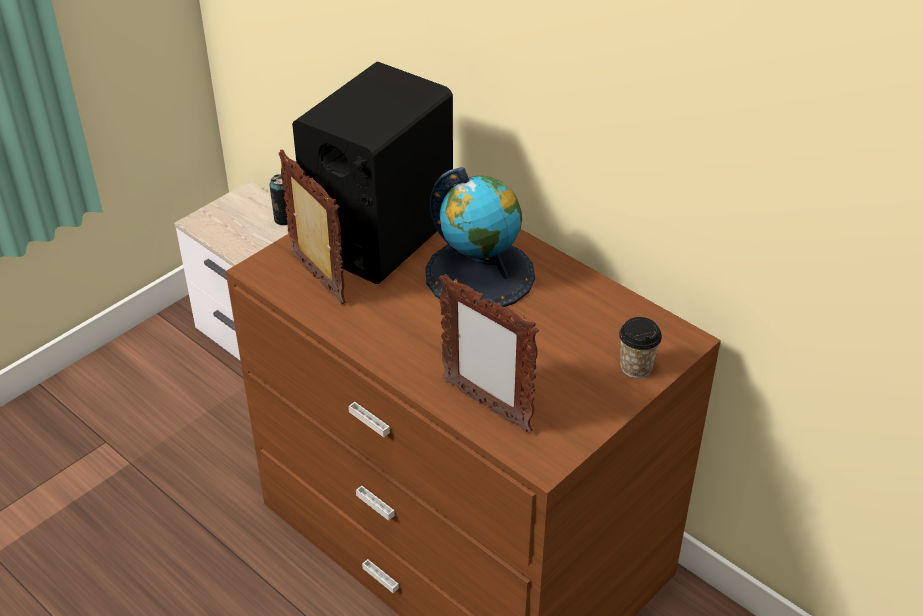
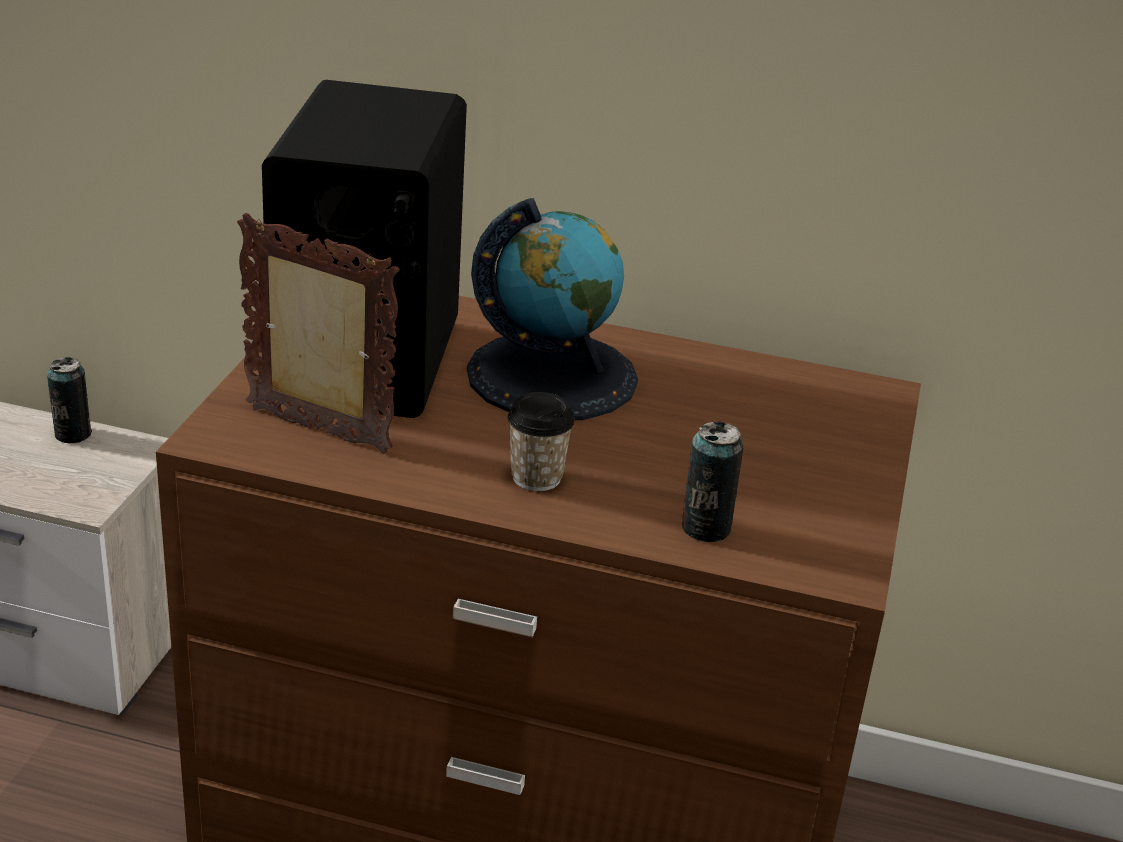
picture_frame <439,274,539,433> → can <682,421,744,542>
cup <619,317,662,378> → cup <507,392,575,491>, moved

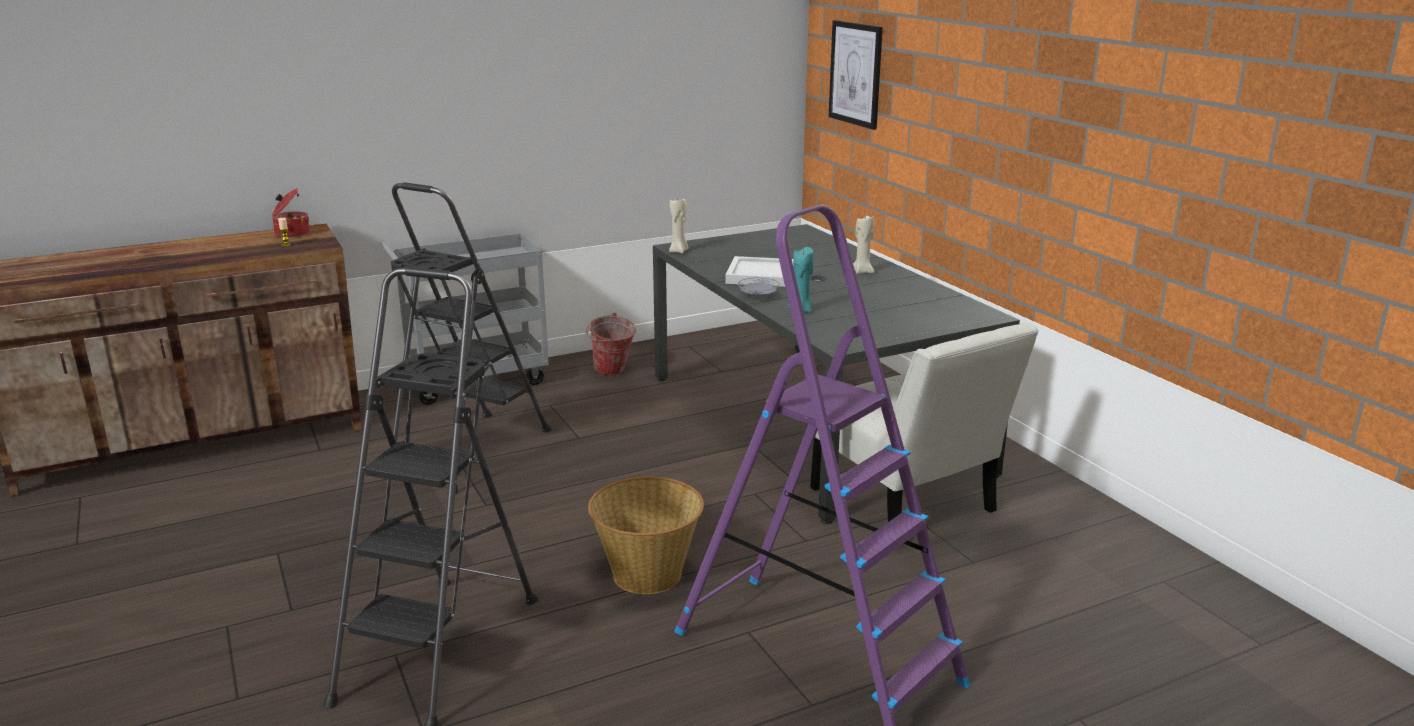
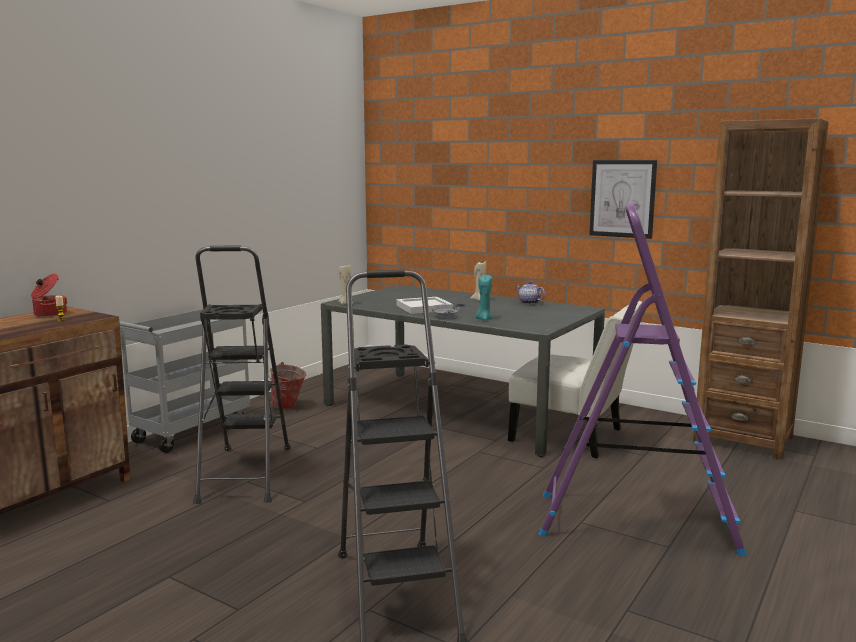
picture <829,20,883,130> → picture <589,160,657,239>, moved
basket <588,477,704,594> → -
- → brown_bookcase <693,118,829,460>
- → teapot <516,281,545,304>

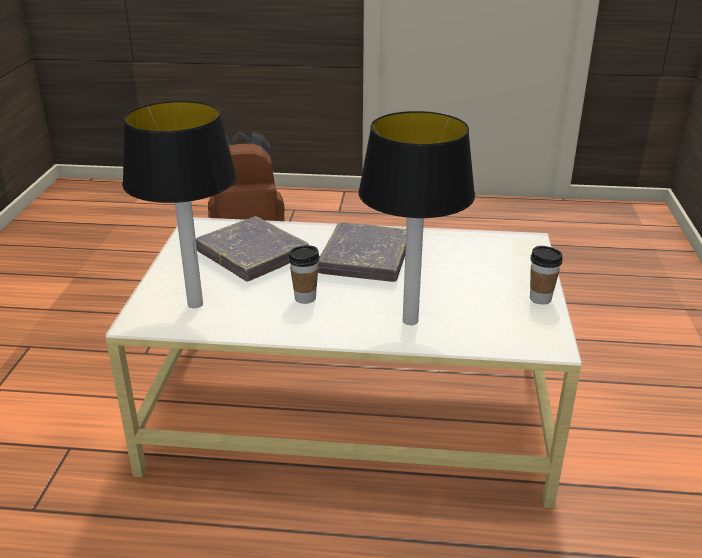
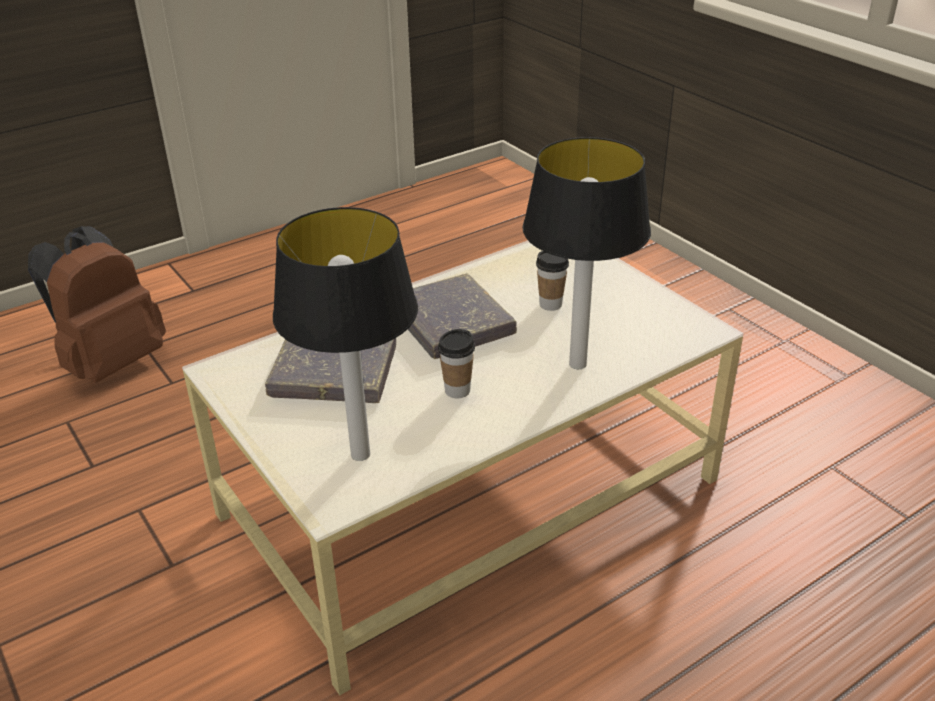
cup <530,246,563,305> → cup <536,251,569,311>, moved

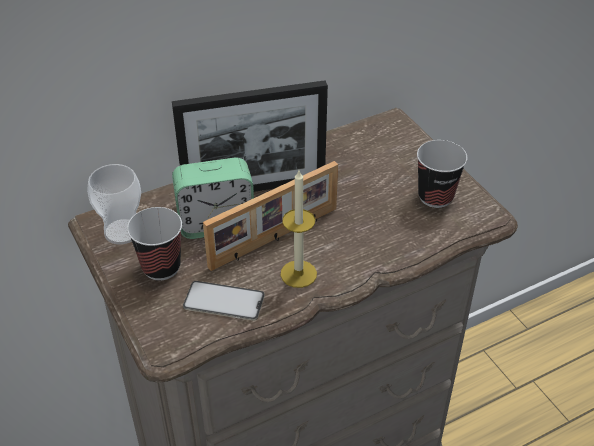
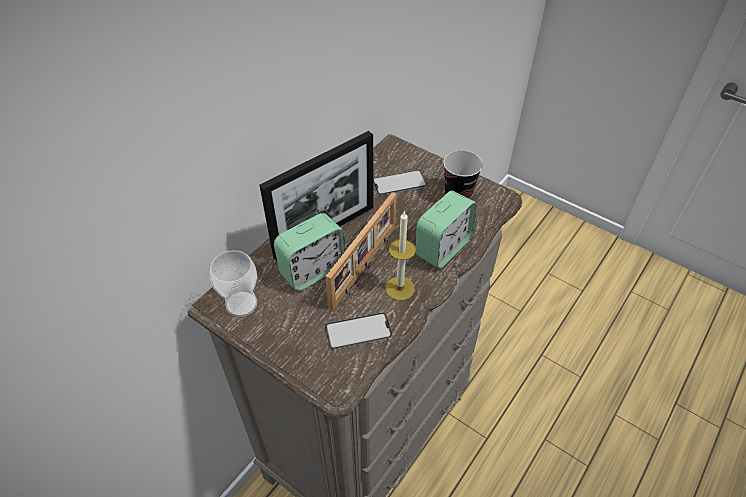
cup <127,207,182,281> → -
- → phone <373,170,427,196>
- → alarm_clock <416,191,477,269>

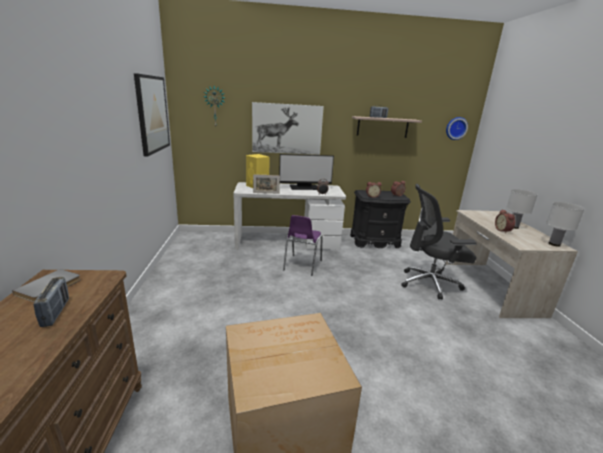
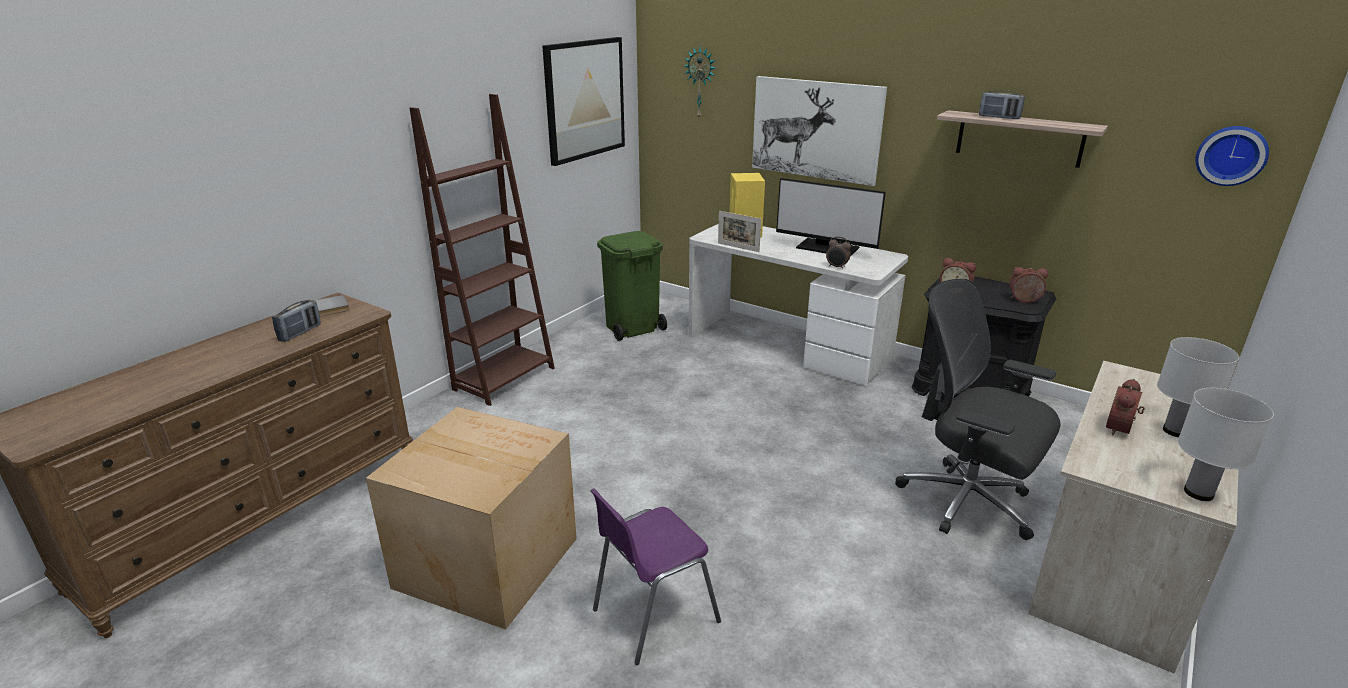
purple_chair <283,215,323,276> → purple_chair <590,488,721,665>, moved
- → brown_bookcase <410,94,555,406>
- → green_trash_can <597,231,667,341>

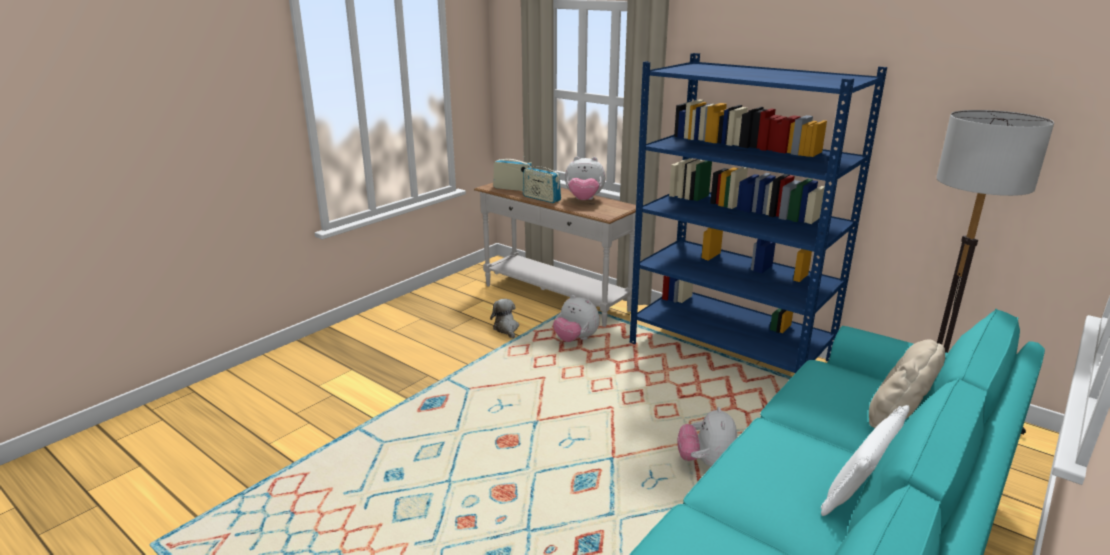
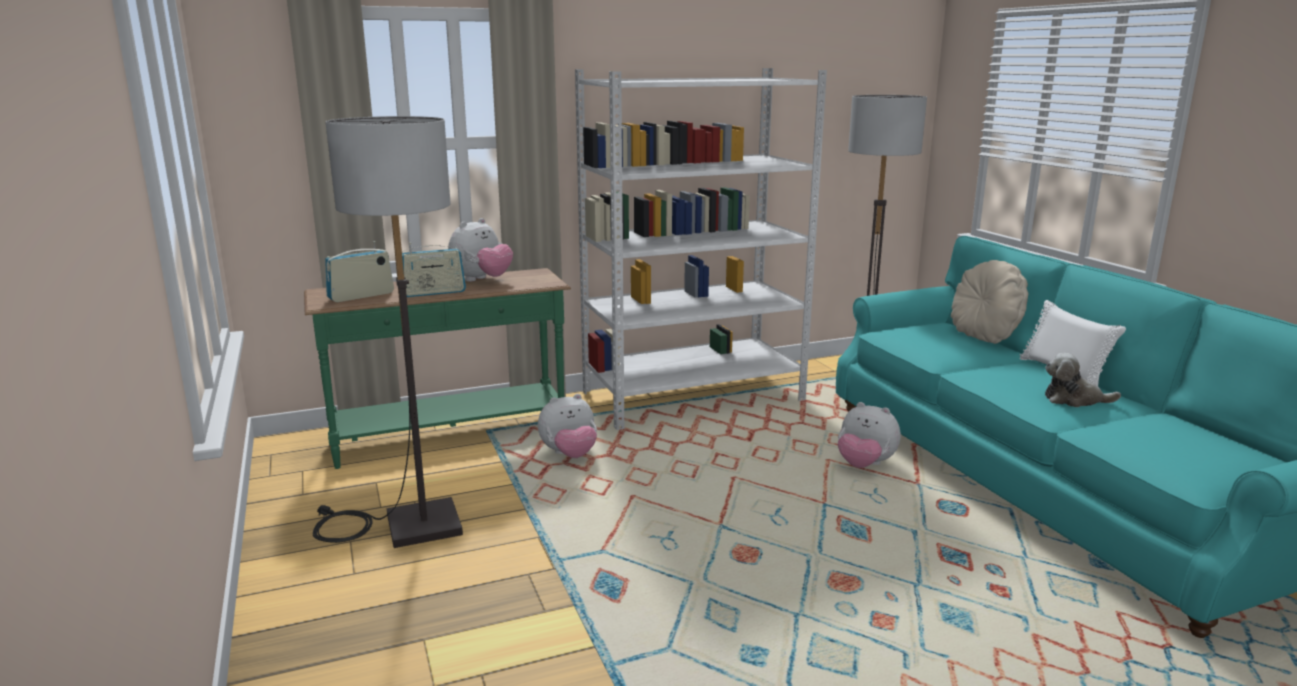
blue_bookcase <630,53,887,373> → white_bookcase <575,68,827,430>
white_console_table <474,183,639,327> → green_console_table <304,268,571,469>
plush_toy <490,299,519,338> → plush_toy <1045,353,1121,407>, moved
- → floor_lamp <313,116,463,548>

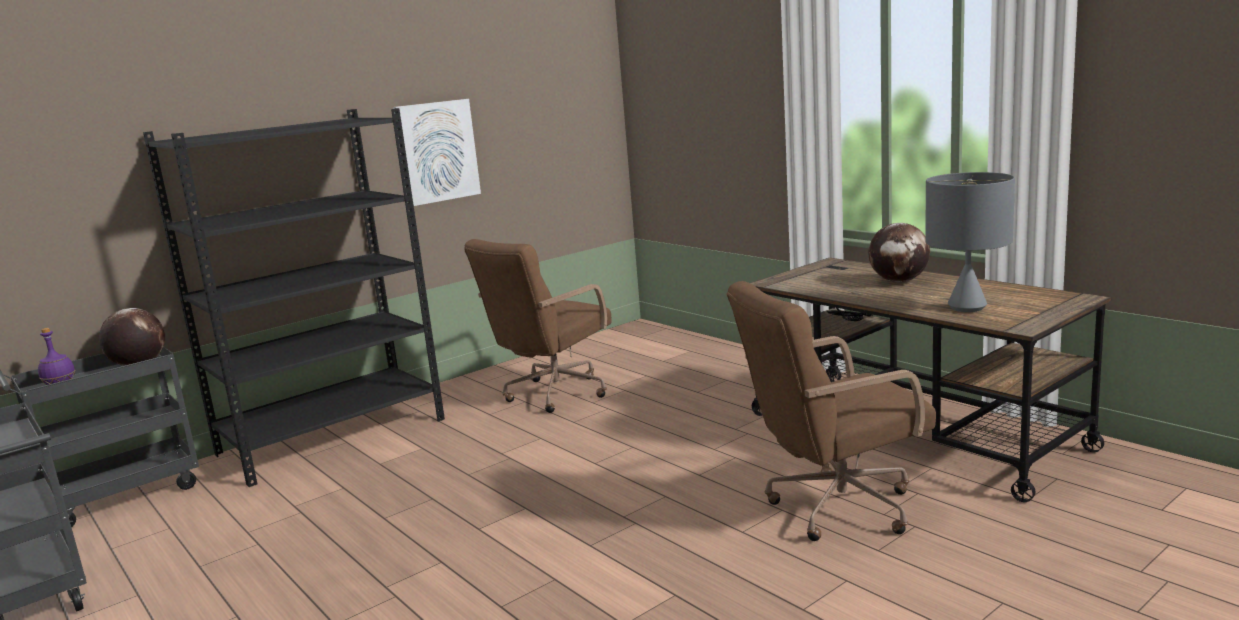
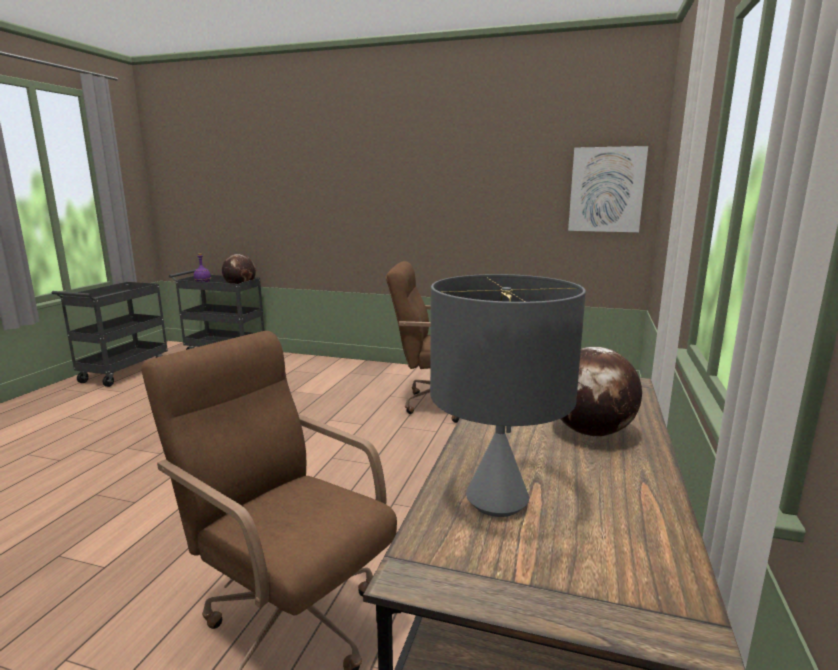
picture <393,99,481,206> → picture <568,146,648,232>, moved
black_bookcase <143,108,445,487> → -

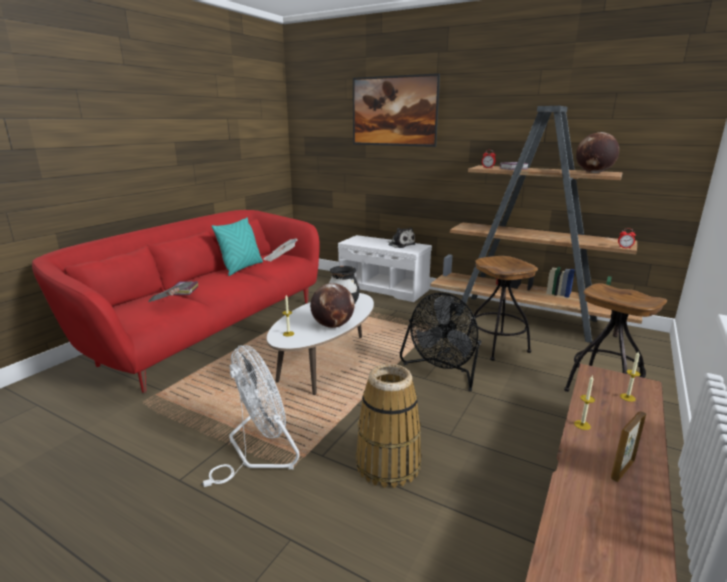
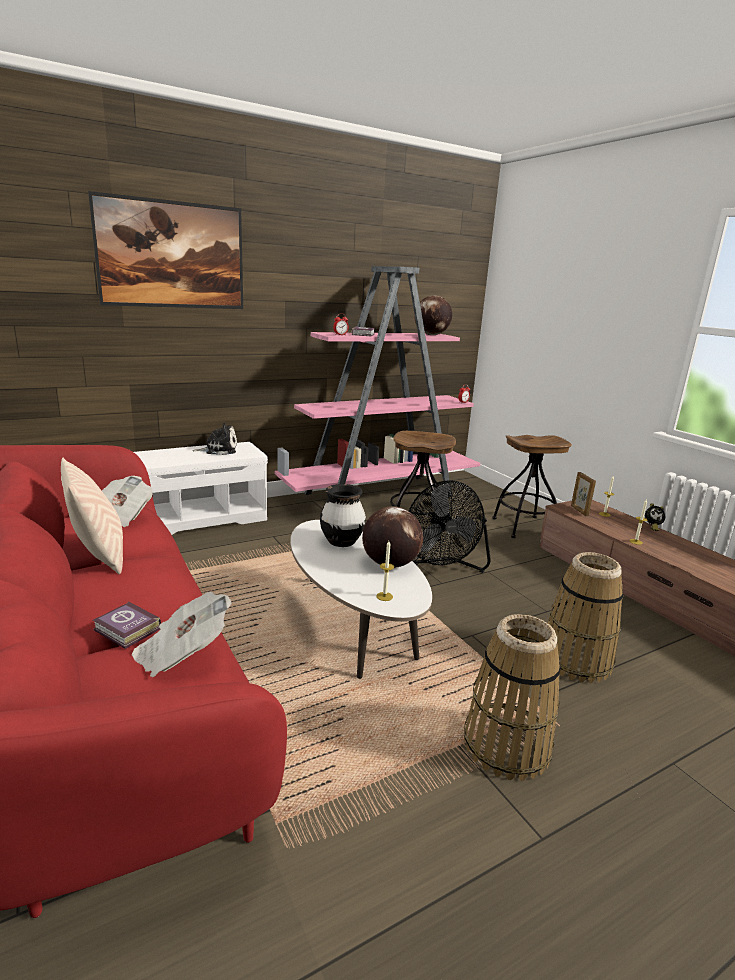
brown_bookcase <430,106,642,343> → pink_bookcase <275,266,481,497>
turquoise_pillow <212,218,263,276> → beige_pillow <61,458,123,574>
white_fan <201,345,299,487> → basket <464,614,561,781>
picture_frame <611,411,646,482> → picture_frame <571,472,596,516>, moved
- → alarm_clock <645,503,665,531>

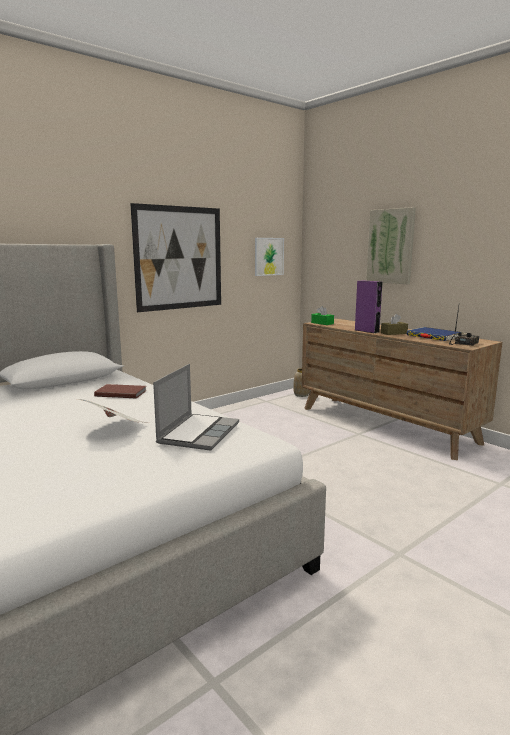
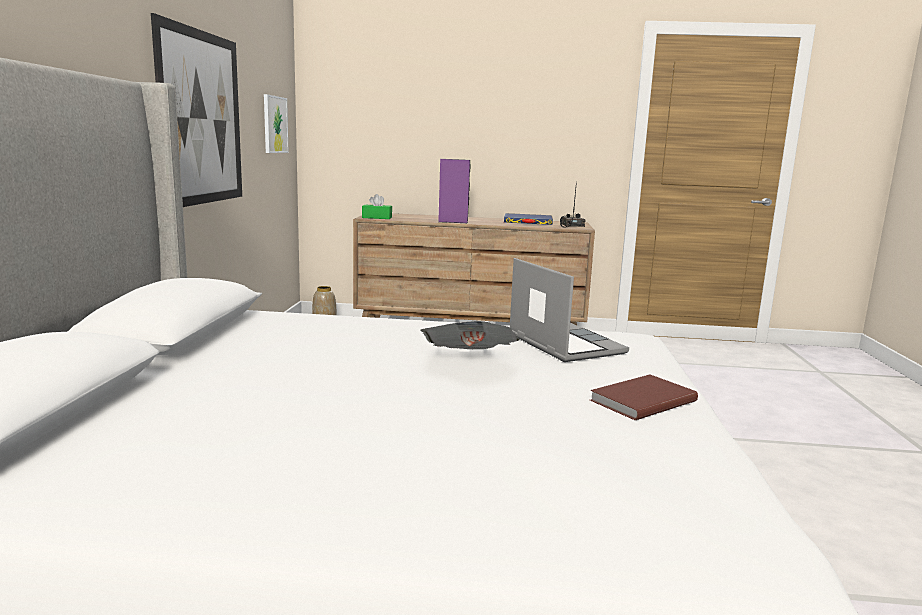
picture <366,207,416,284> → -
brown_tissue_box <381,314,408,335> → -
brown_book <94,384,147,399> → brown_book <590,375,698,420>, moved

